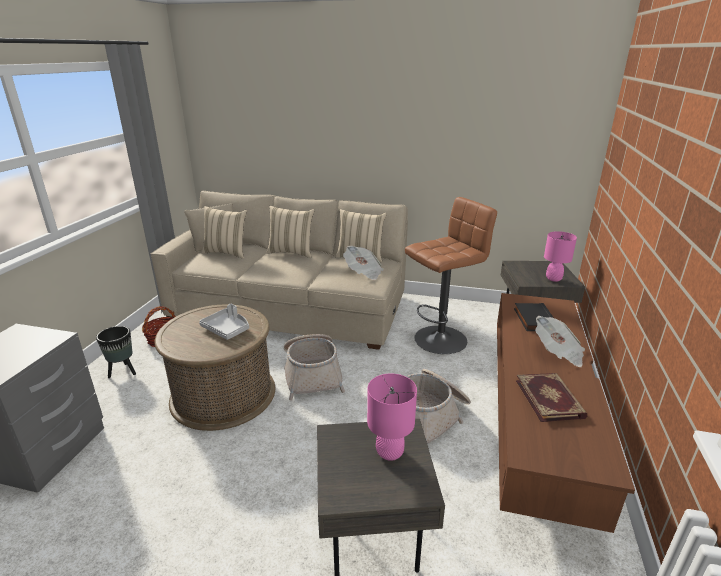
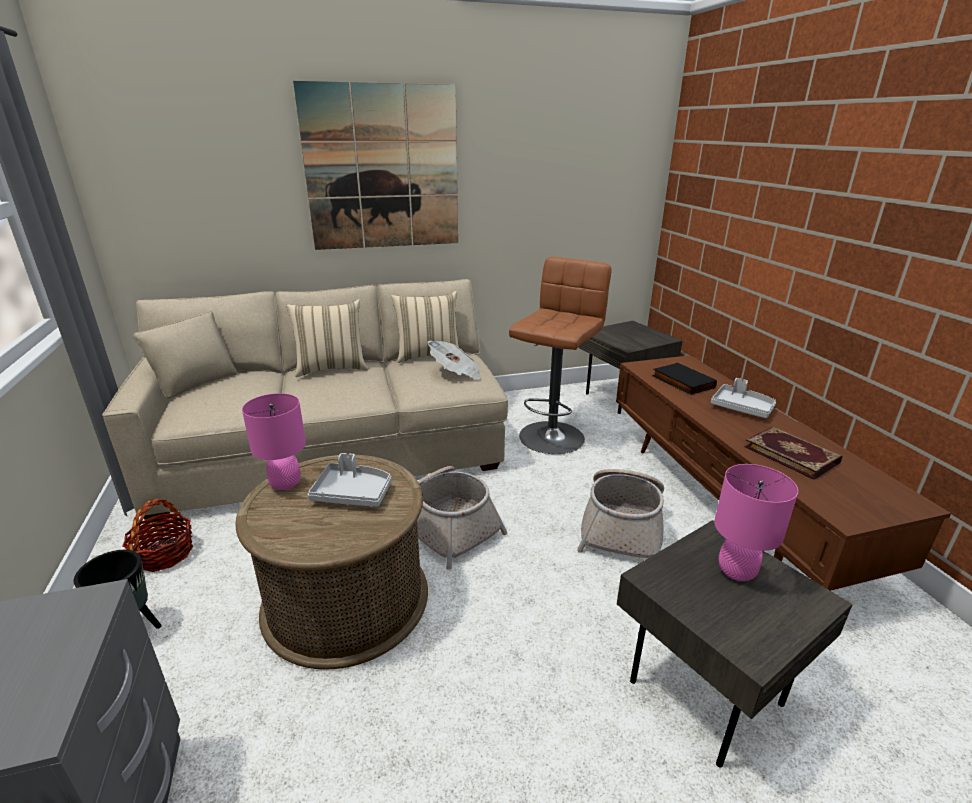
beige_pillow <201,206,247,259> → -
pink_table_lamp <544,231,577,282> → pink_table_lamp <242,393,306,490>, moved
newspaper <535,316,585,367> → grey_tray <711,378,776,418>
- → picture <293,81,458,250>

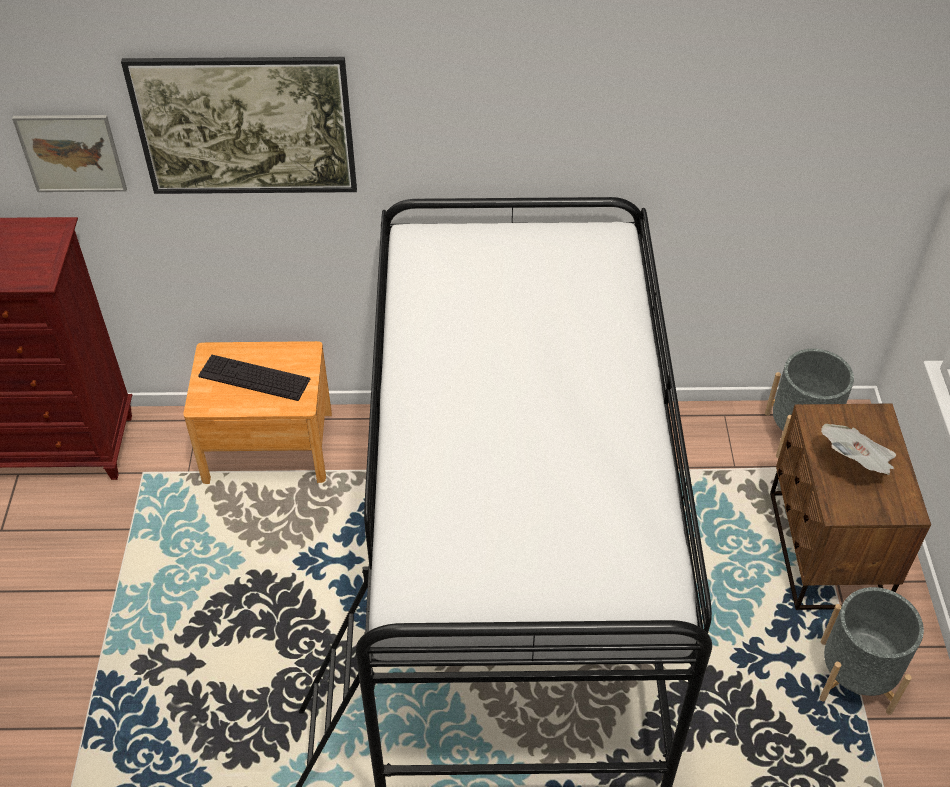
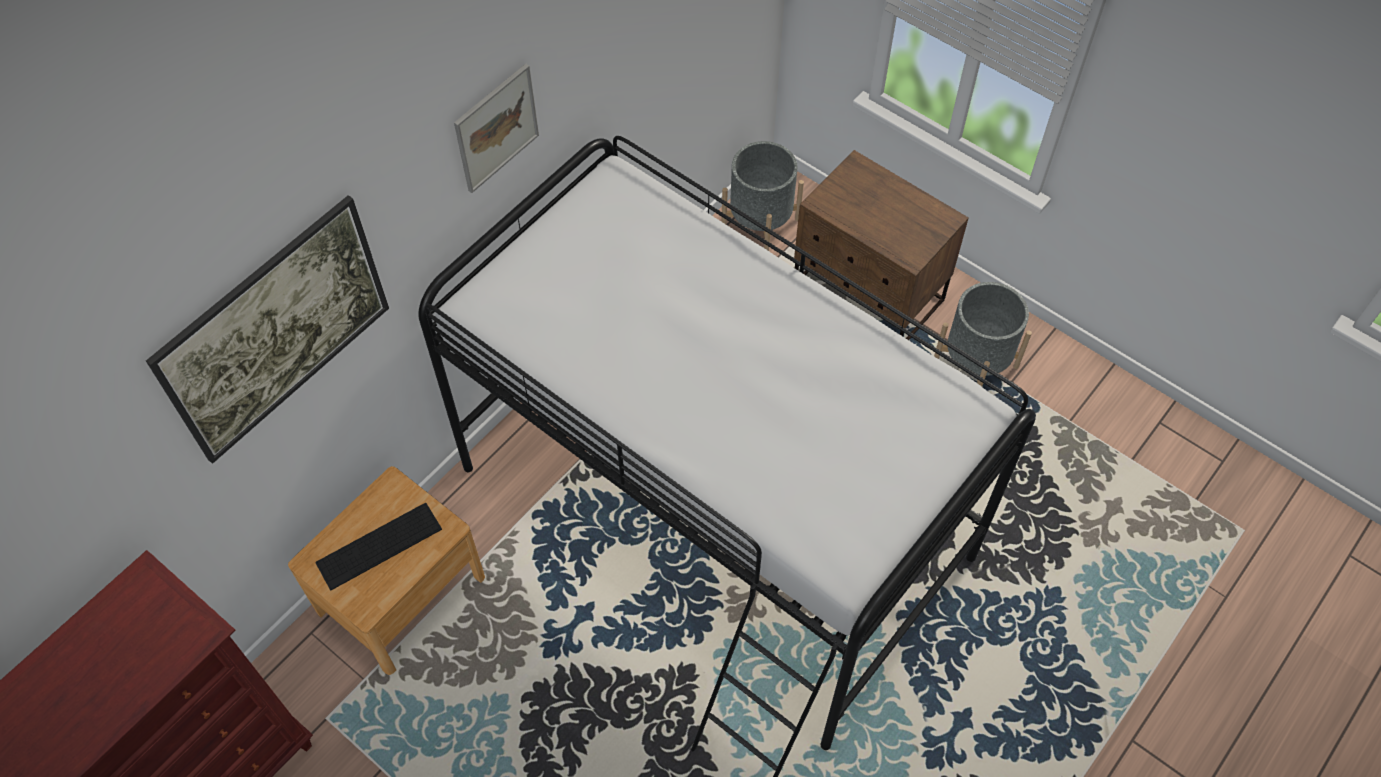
picture <12,115,127,192> → picture <454,64,539,193>, moved
newspaper <821,424,896,475> → -

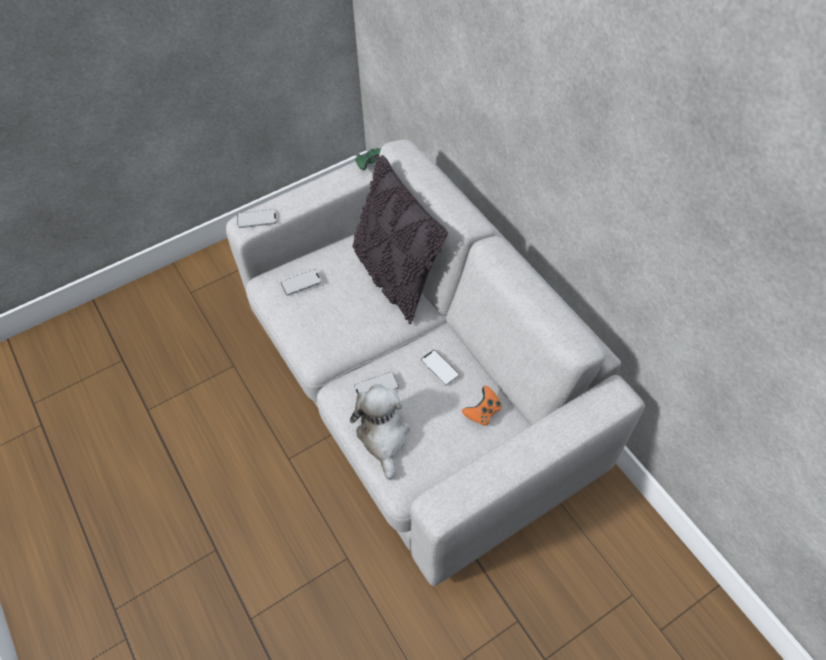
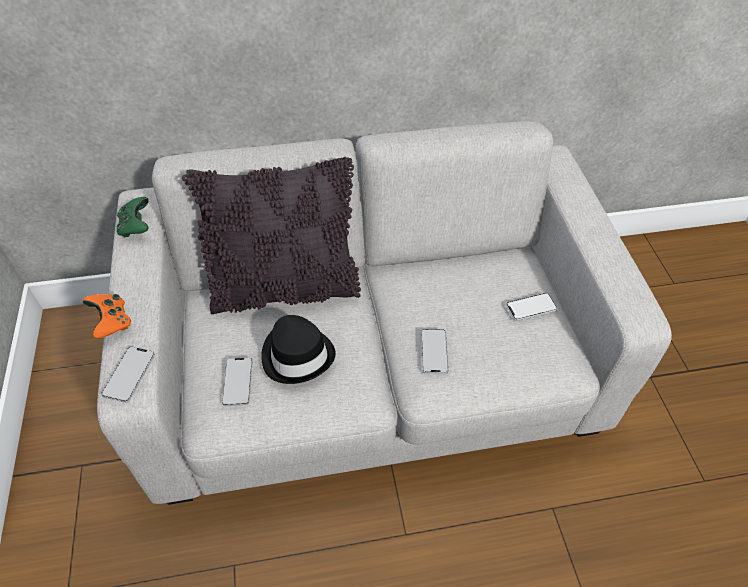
phone <420,350,460,386> → phone <506,293,558,321>, moved
plush_toy <350,384,410,480> → -
orange_game_controller <462,386,502,426> → orange_game_controller <83,294,131,338>, moved
- → black_hat <261,315,336,384>

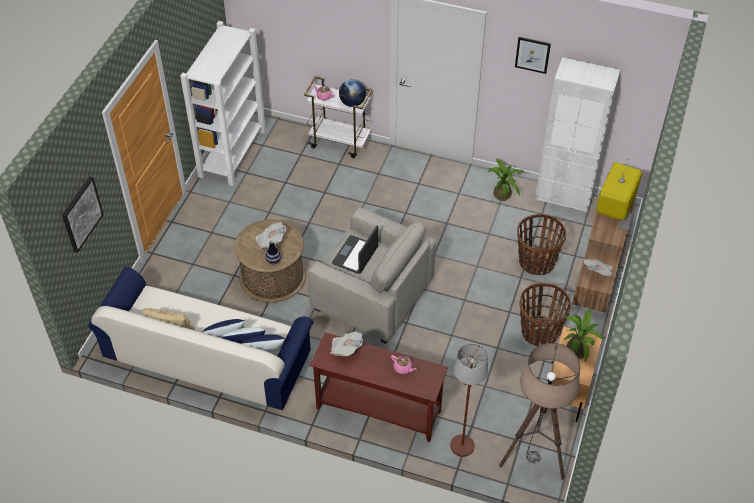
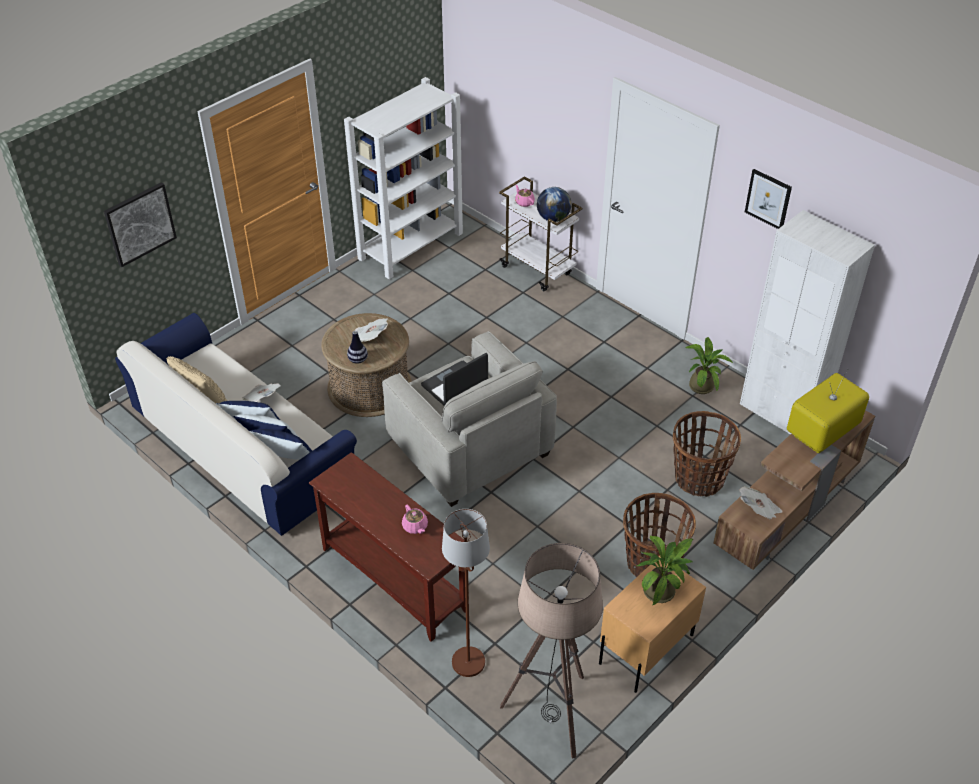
newspaper <330,331,363,356> → newspaper <242,383,280,402>, moved

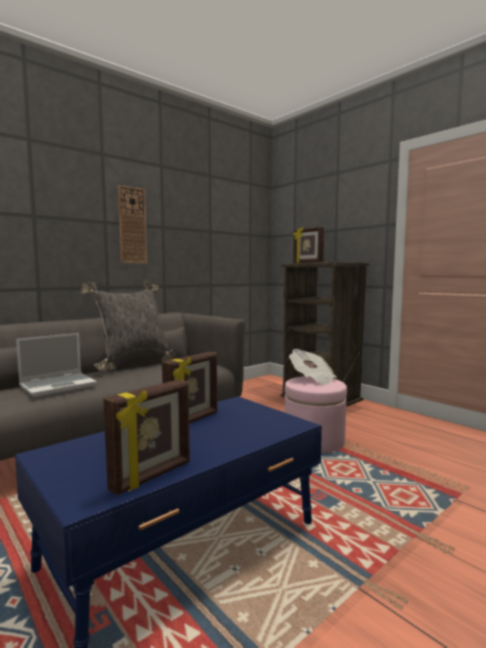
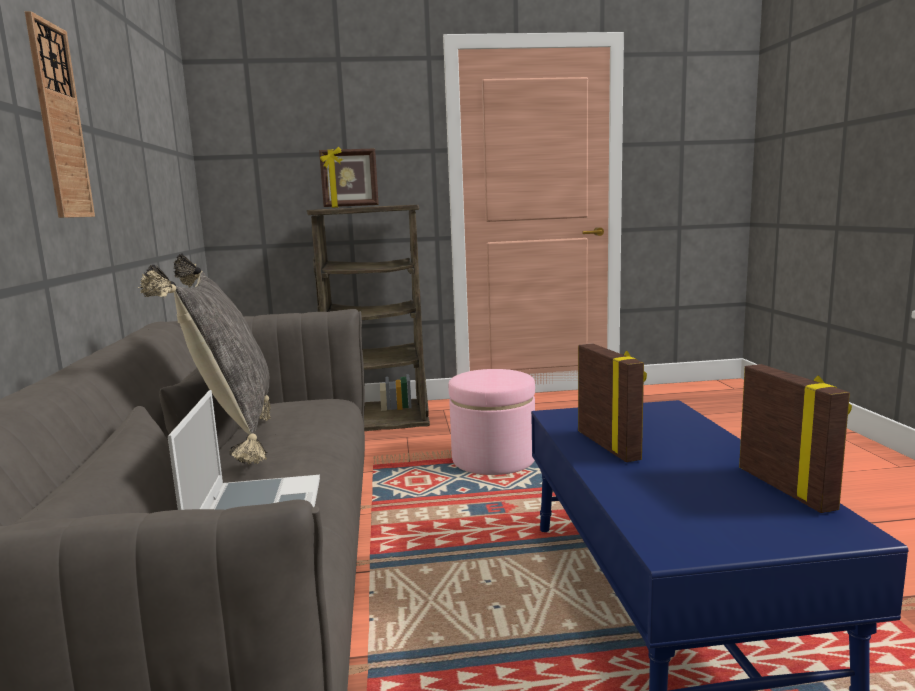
newspaper <289,349,337,385> → -

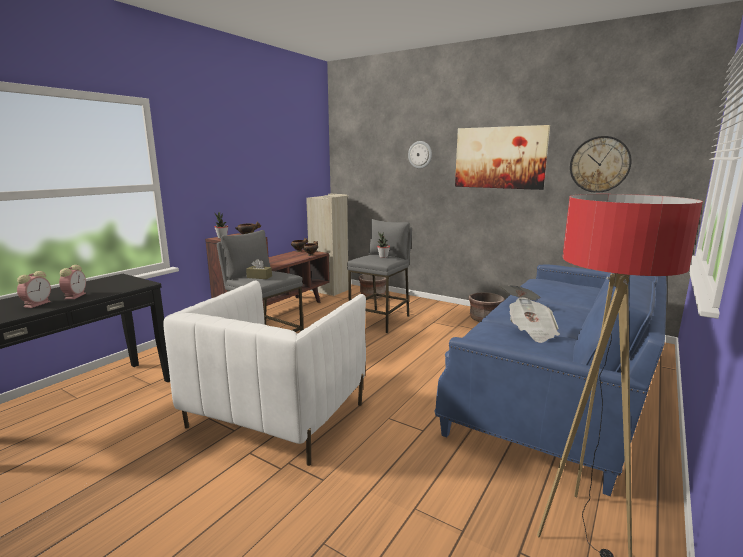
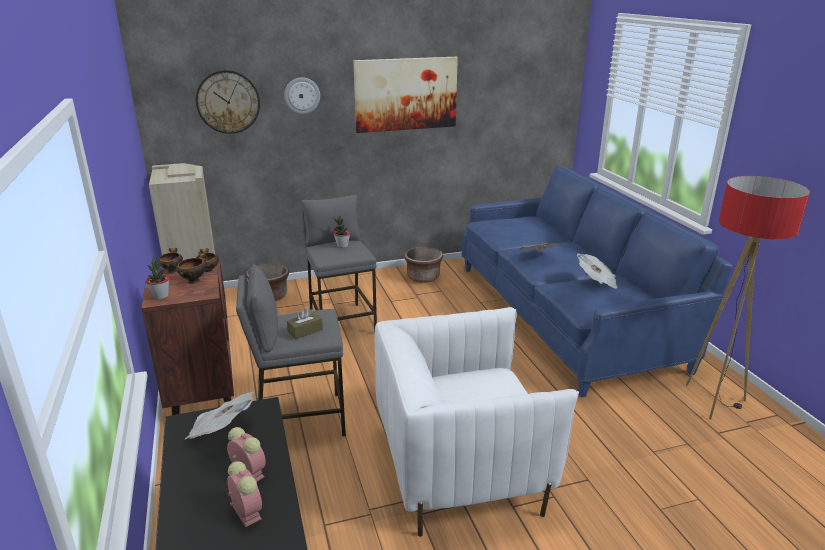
wall_clock <570,136,632,193> → wall_clock <196,70,260,134>, moved
white_armchair <163,280,366,466> → white_armchair <375,307,579,537>, 105 degrees clockwise
- → newspaper <185,391,254,439>

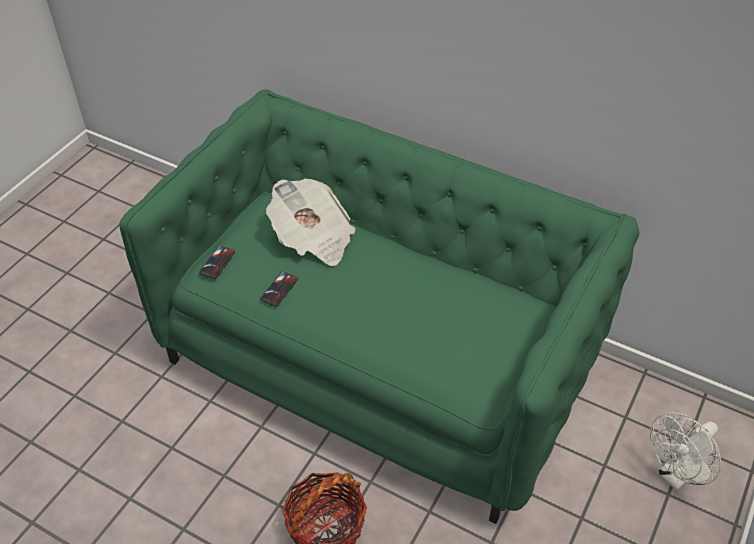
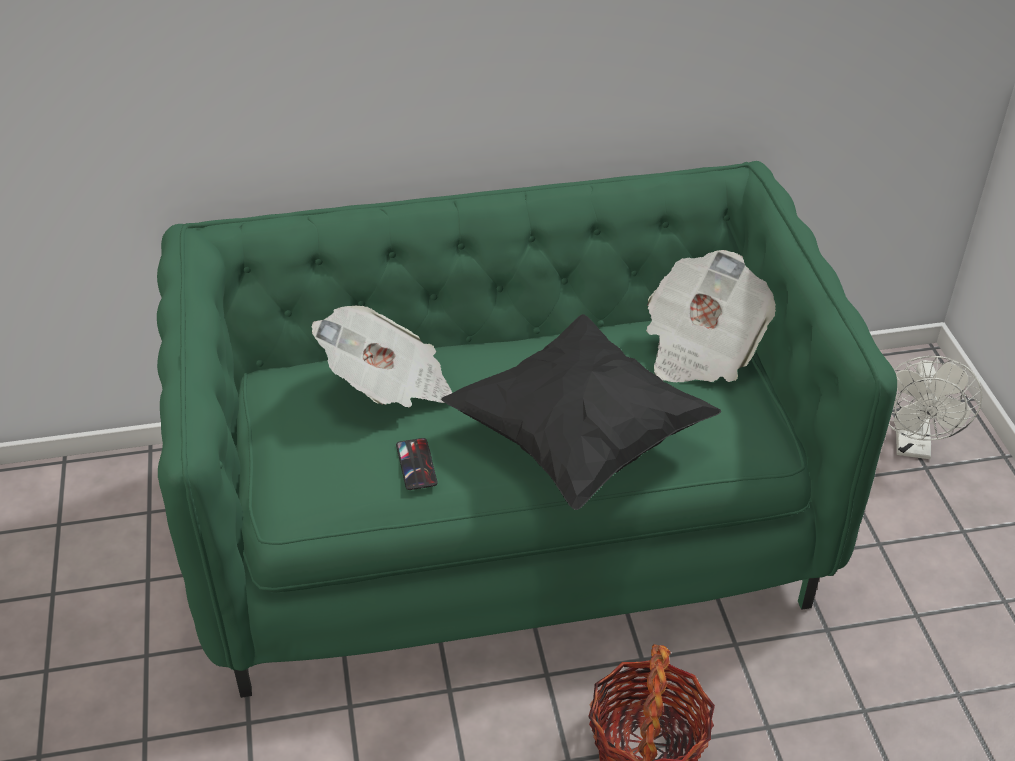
phone <199,246,235,279> → -
- → newspaper <646,250,776,382>
- → black_pillow <441,314,721,510>

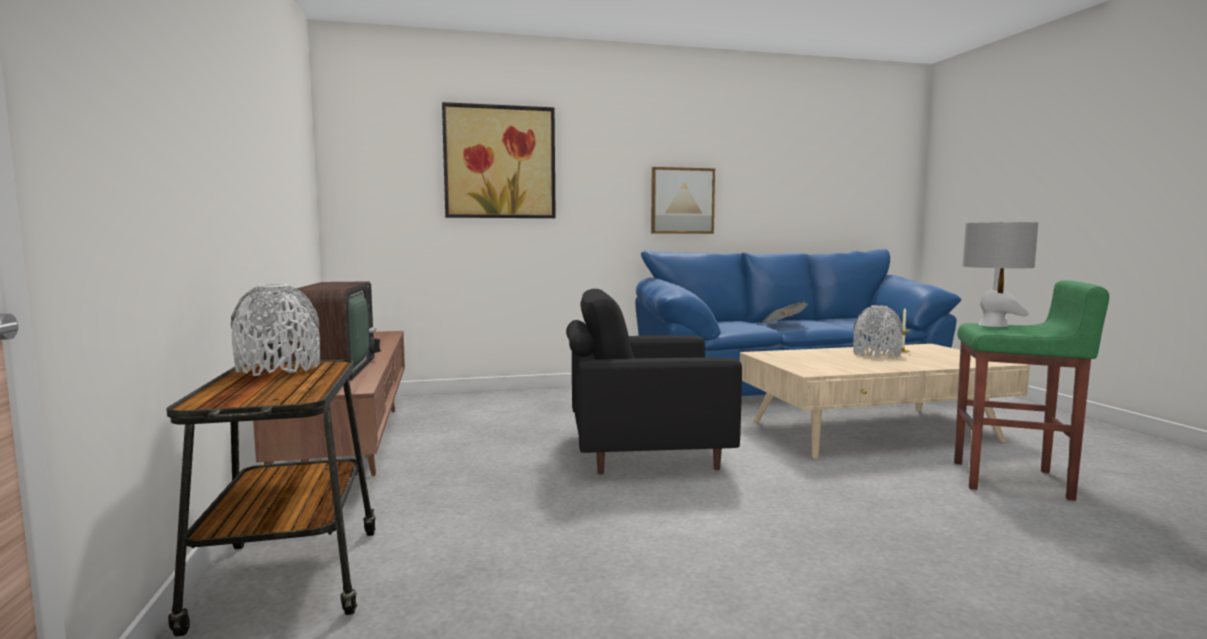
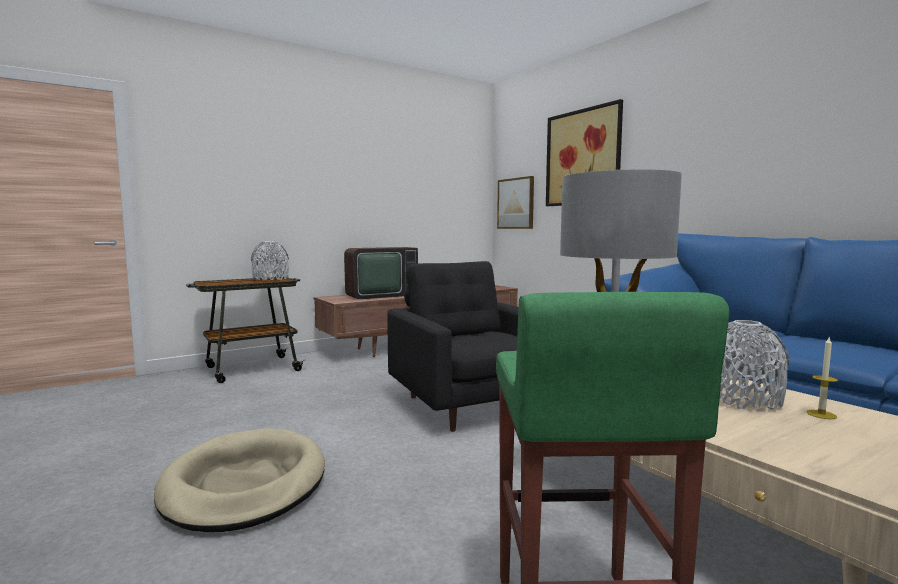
picture <651,167,715,234> → picture <497,176,534,229>, moved
newspaper <763,302,808,322> → -
- → beige_dog_bed <154,428,325,532>

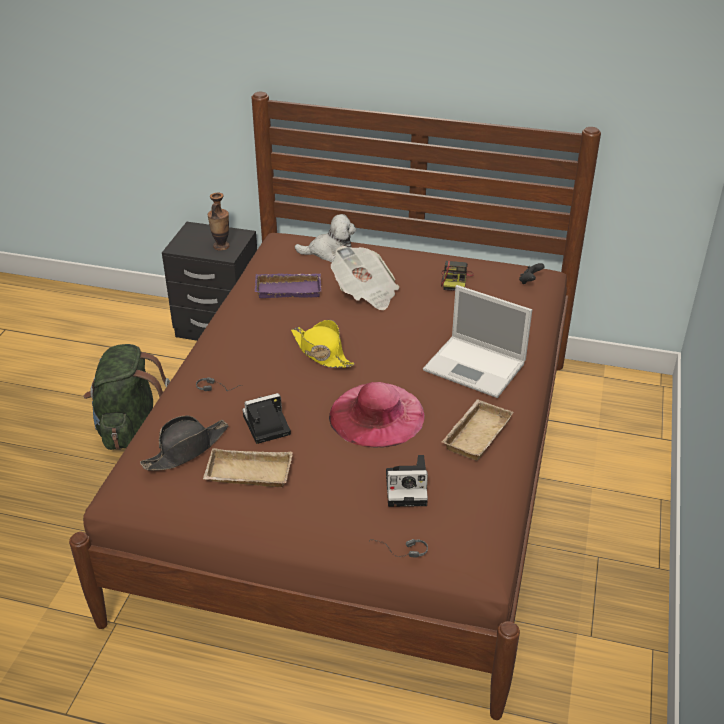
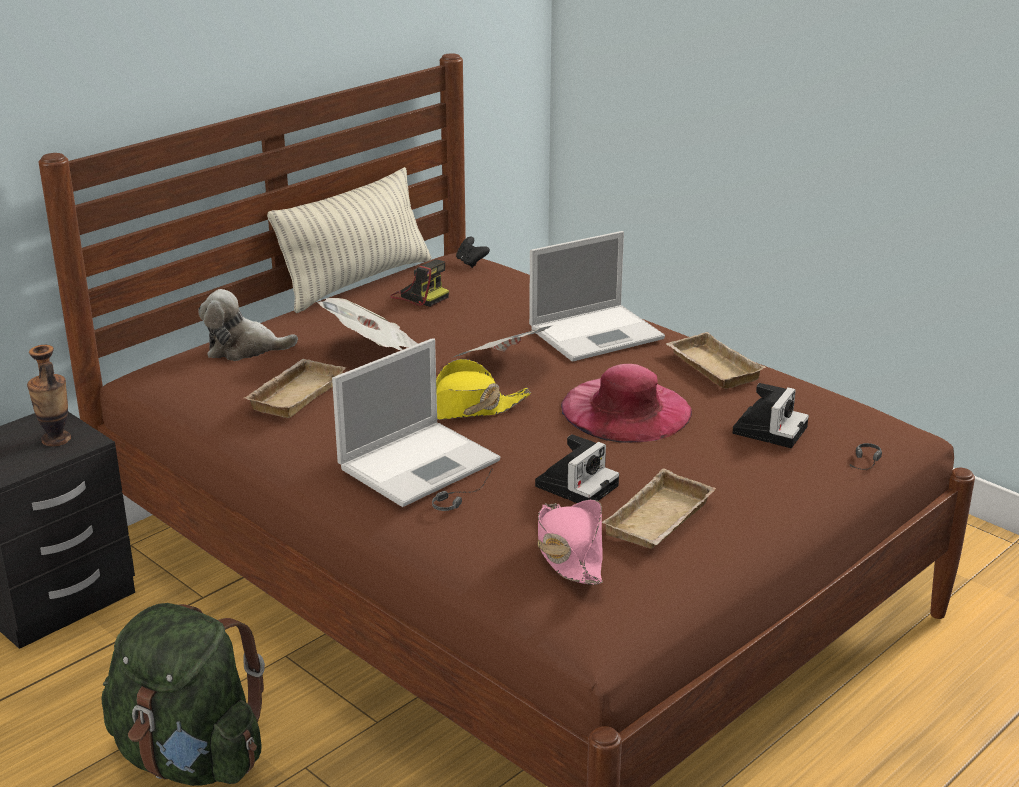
plush_toy <295,214,356,262> → plush_toy <198,289,298,361>, 120 degrees counterclockwise
purple_tray <255,273,321,298> → beige_tray <244,359,345,418>
photo_camera <242,393,291,444> → photo_camera <535,434,619,503>, 150 degrees counterclockwise
black_hat <140,416,229,471> → pink_hat <537,500,603,585>
- → pillow <267,167,432,313>
- → newspaper <451,326,551,358>
- → laptop <332,338,500,507>

